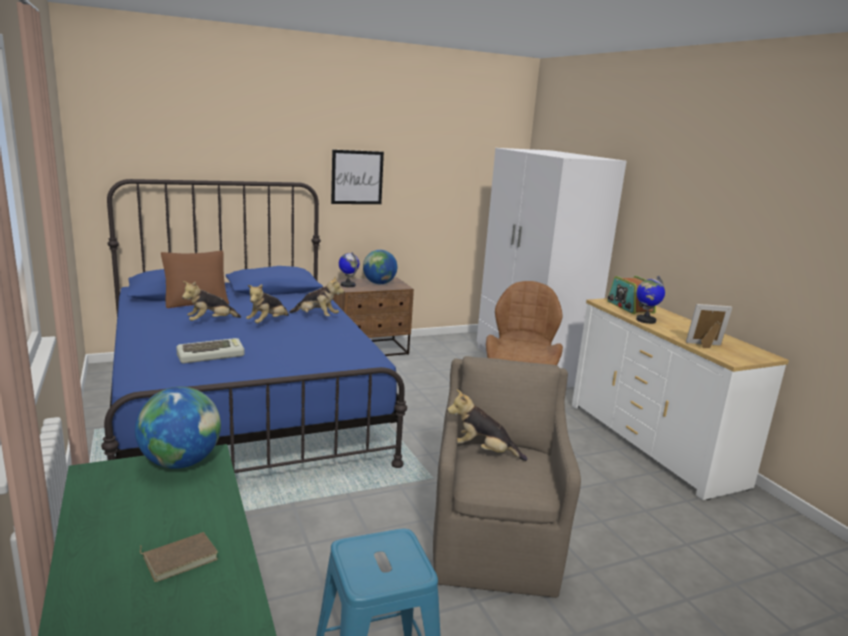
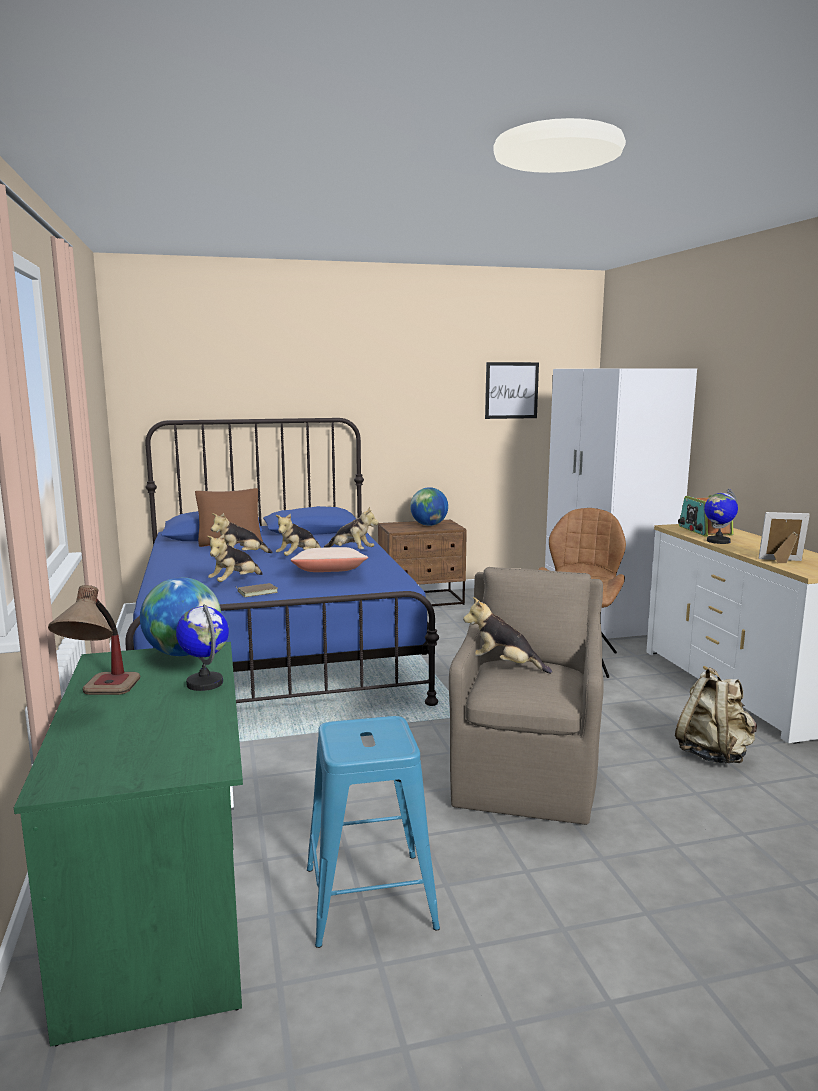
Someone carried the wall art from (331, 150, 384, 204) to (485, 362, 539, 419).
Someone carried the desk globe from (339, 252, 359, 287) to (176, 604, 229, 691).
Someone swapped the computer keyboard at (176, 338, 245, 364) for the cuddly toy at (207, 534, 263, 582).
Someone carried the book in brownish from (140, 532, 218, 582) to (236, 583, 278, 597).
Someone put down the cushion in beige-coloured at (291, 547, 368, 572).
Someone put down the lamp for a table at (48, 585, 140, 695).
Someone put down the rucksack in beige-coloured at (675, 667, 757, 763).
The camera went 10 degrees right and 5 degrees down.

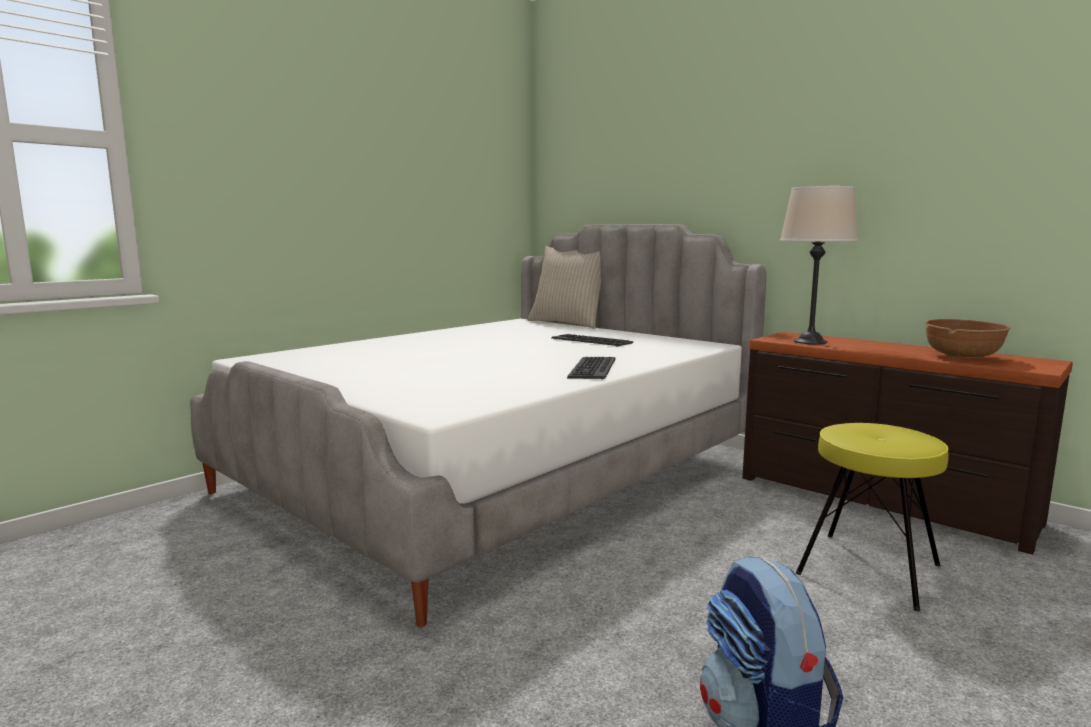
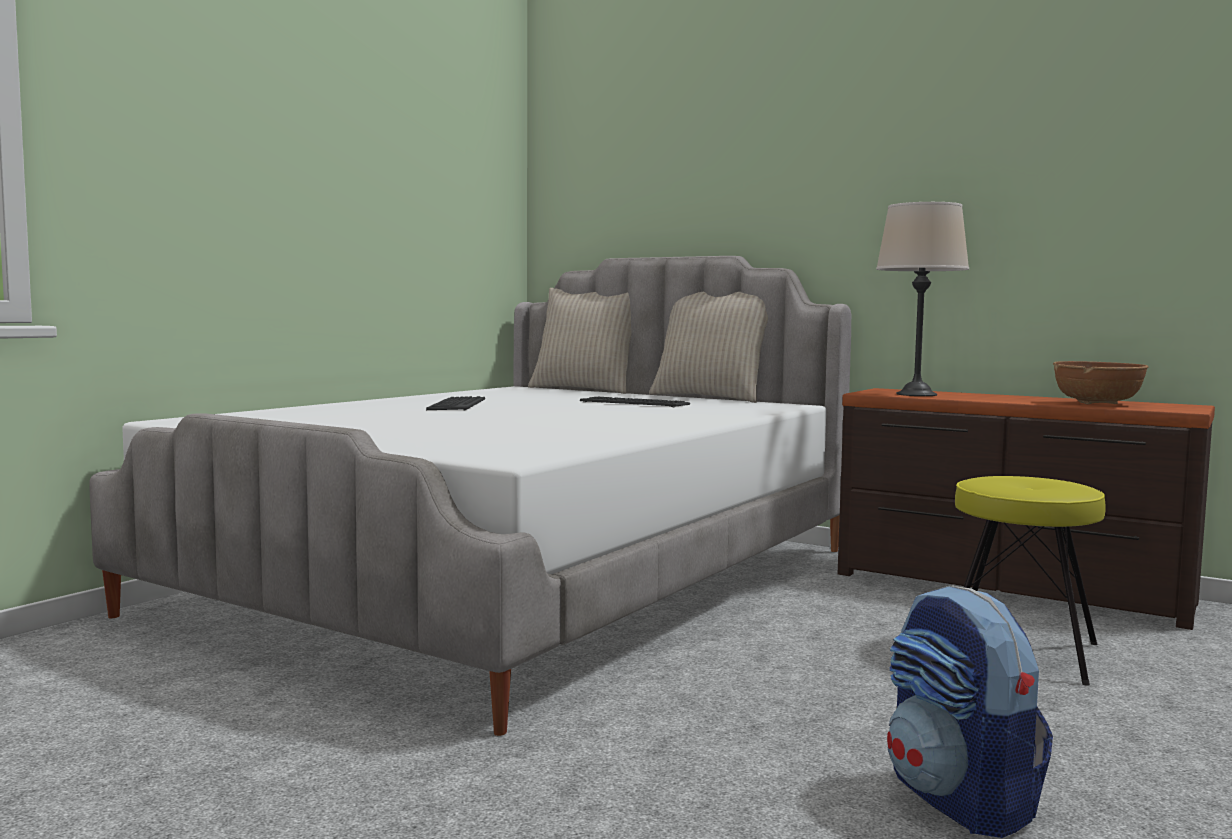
Someone carried the computer keyboard from (567, 357, 616, 379) to (426, 396, 485, 411).
Someone put down the cushion in beige-coloured at (649, 292, 768, 403).
The camera went 10 degrees left and 5 degrees down.

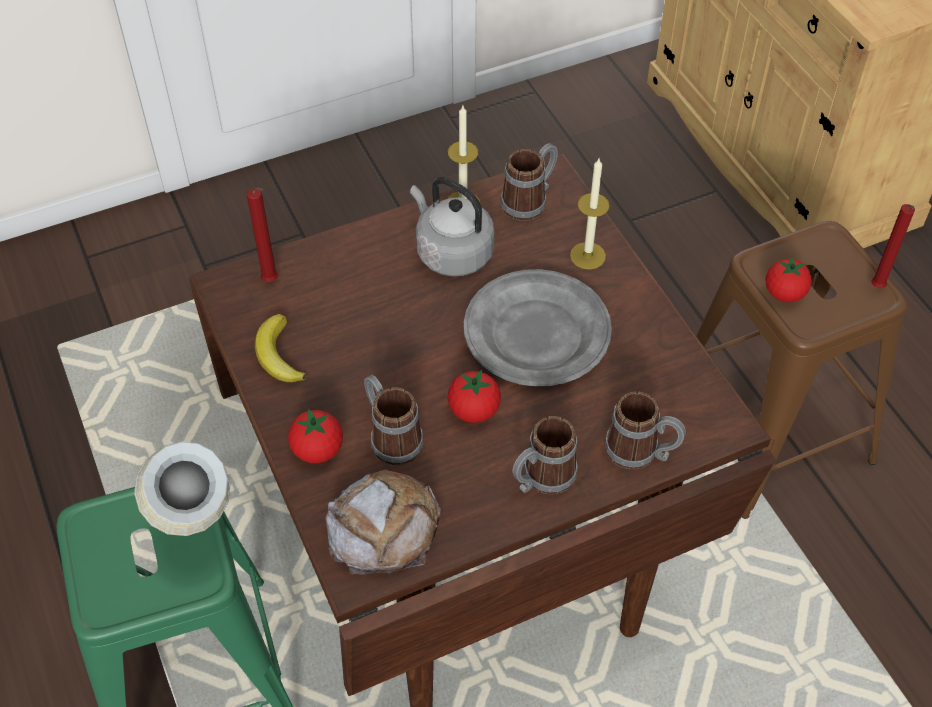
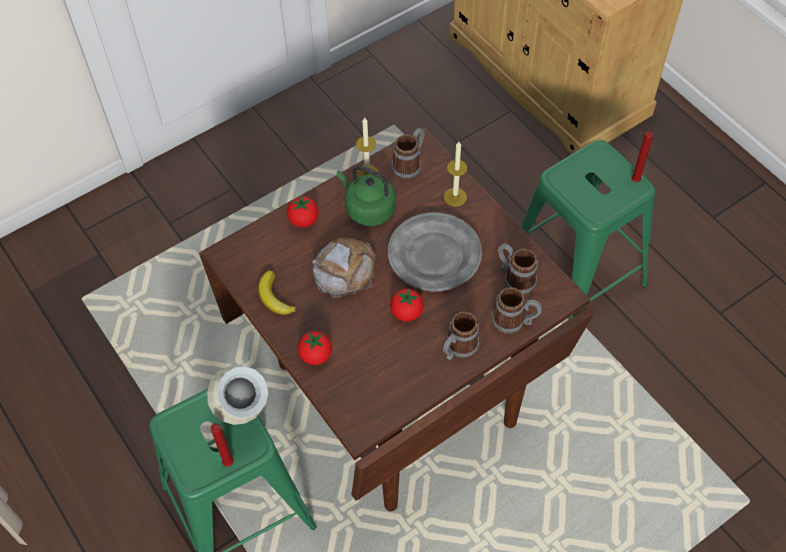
Someone repainted the tea kettle in greyish at (410, 177, 495, 276), which became the tea kettle in greenish at (336, 166, 396, 226).
Someone carried the wax light in red-coloured from (247, 187, 278, 282) to (211, 423, 234, 467).
Someone repainted the stool seat in brownish at (696, 221, 907, 519), which became the stool seat in greenish at (521, 140, 656, 320).
Someone carried the whole tomato from (765, 256, 812, 302) to (287, 195, 318, 227).
Someone carried the tea mug from (364, 375, 423, 465) to (498, 243, 538, 295).
Someone carried the baked bread from (326, 470, 442, 574) to (312, 238, 376, 298).
The camera went 10 degrees left and 5 degrees up.

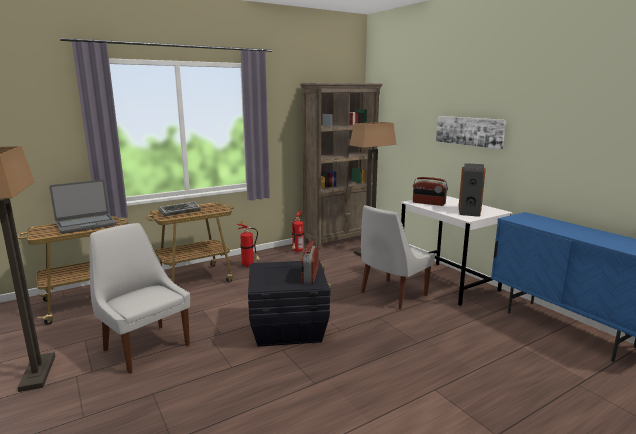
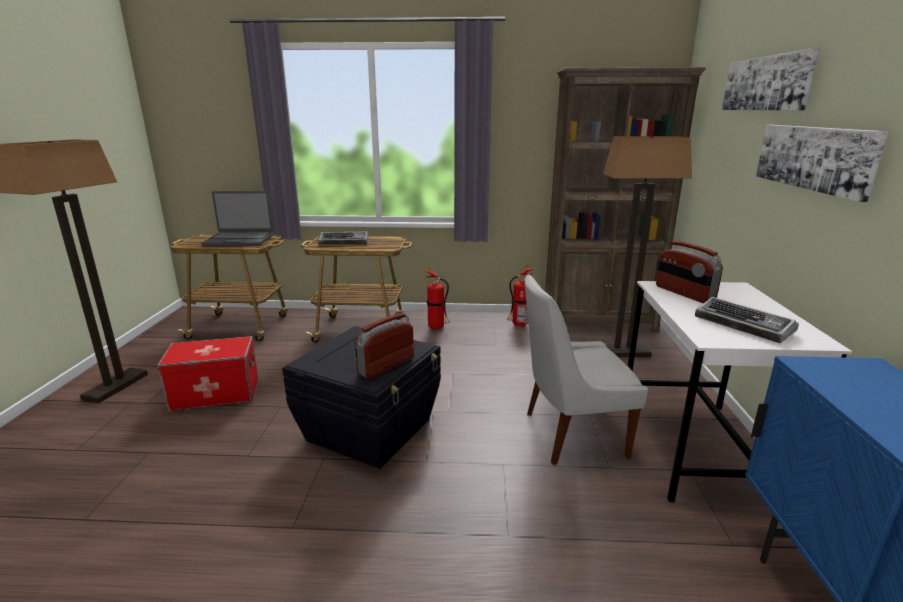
Someone swapped the speaker at (459, 163, 486, 217) for the computer keyboard at (695, 297, 799, 343).
Someone swapped the upright chair in white-coloured at (89, 223, 190, 374) for the storage container at (157, 336, 258, 411).
Someone put up the wall art at (722, 48, 819, 111).
The camera went 35 degrees right and 5 degrees up.

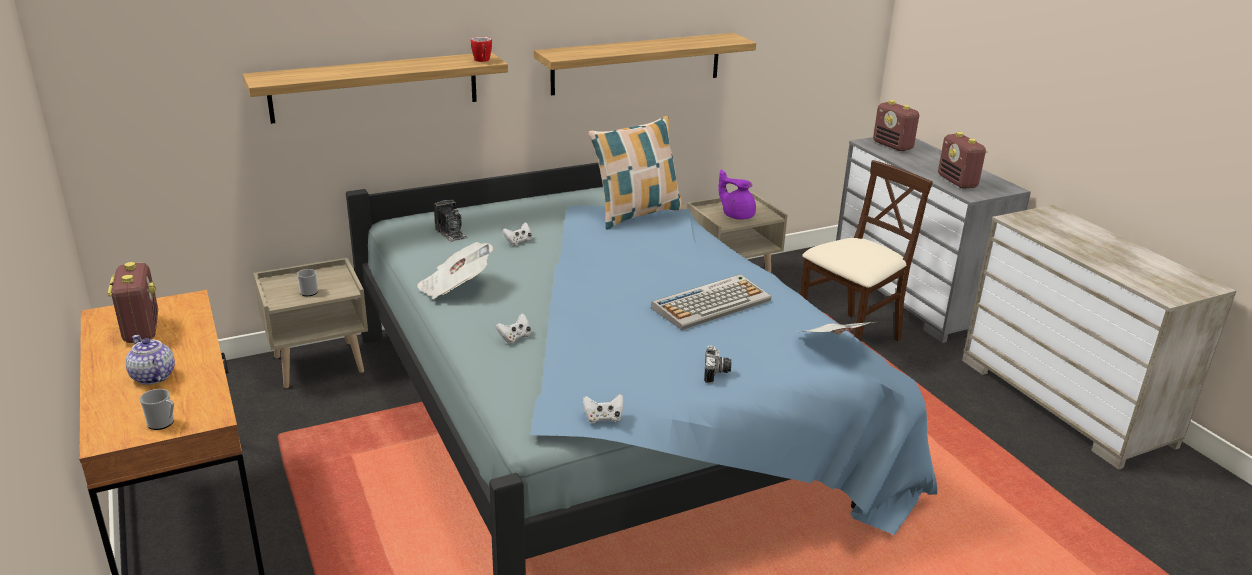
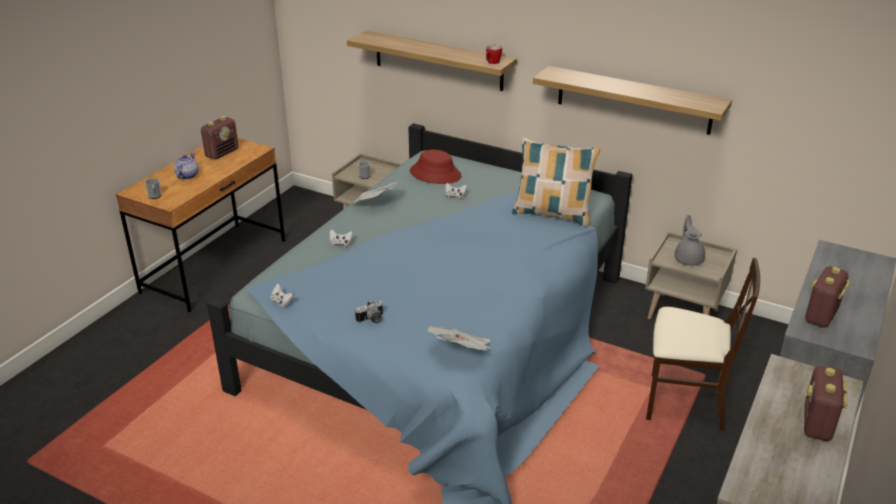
Someone carried the radio from (873, 100, 920, 151) to (804, 366, 848, 441).
Someone repainted the tea pot in purple-coloured at (718, 169, 756, 220), which became the tea pot in greyish at (675, 215, 705, 266).
Someone swapped the photo camera at (434, 200, 468, 242) for the wearable hat in red-coloured at (410, 150, 462, 184).
Someone took away the computer keyboard at (651, 274, 771, 330).
The camera went 55 degrees right and 5 degrees up.

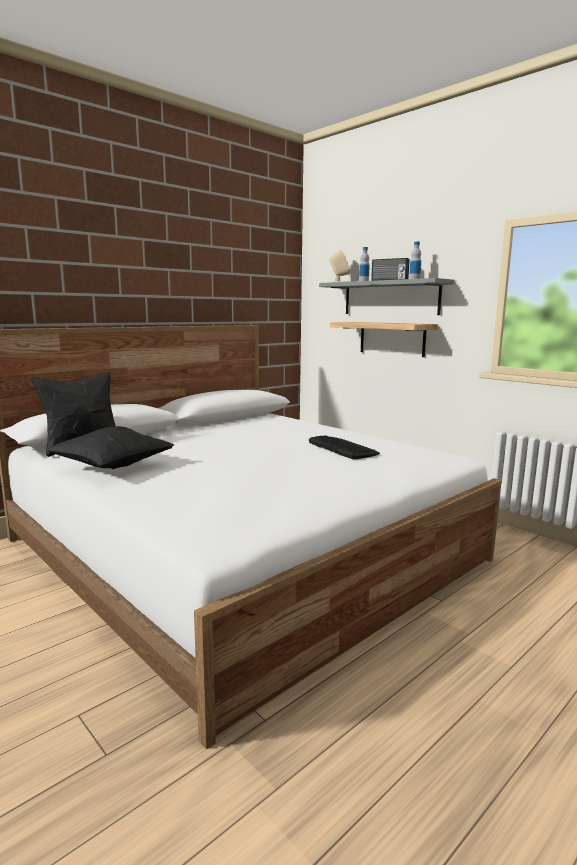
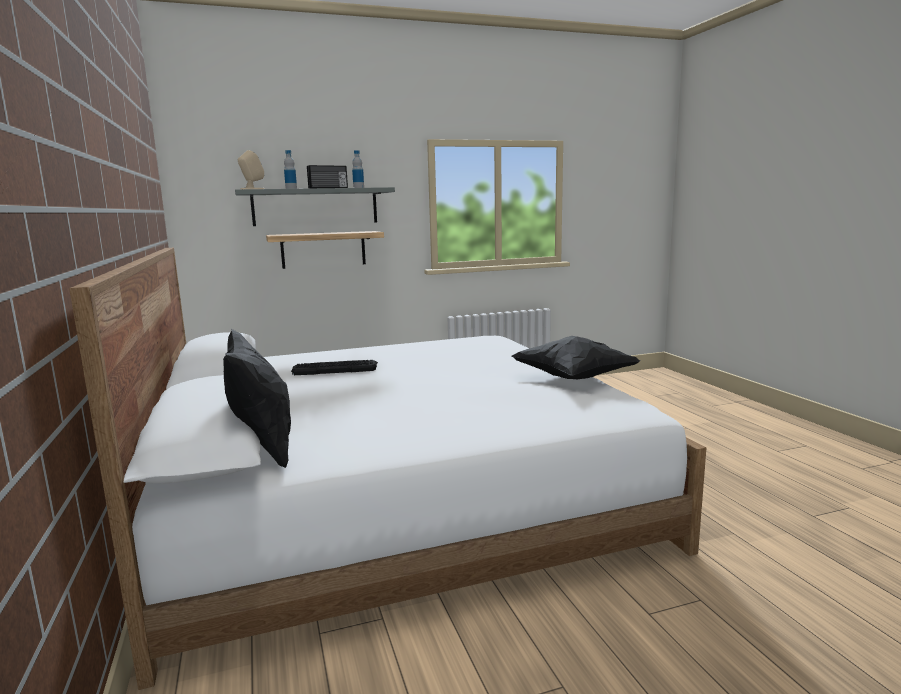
Someone carried the cushion in black from (47, 426, 174, 469) to (512, 336, 640, 379).
Someone carried the computer keyboard from (309, 435, 380, 459) to (291, 360, 378, 375).
The camera went 65 degrees left and 0 degrees up.

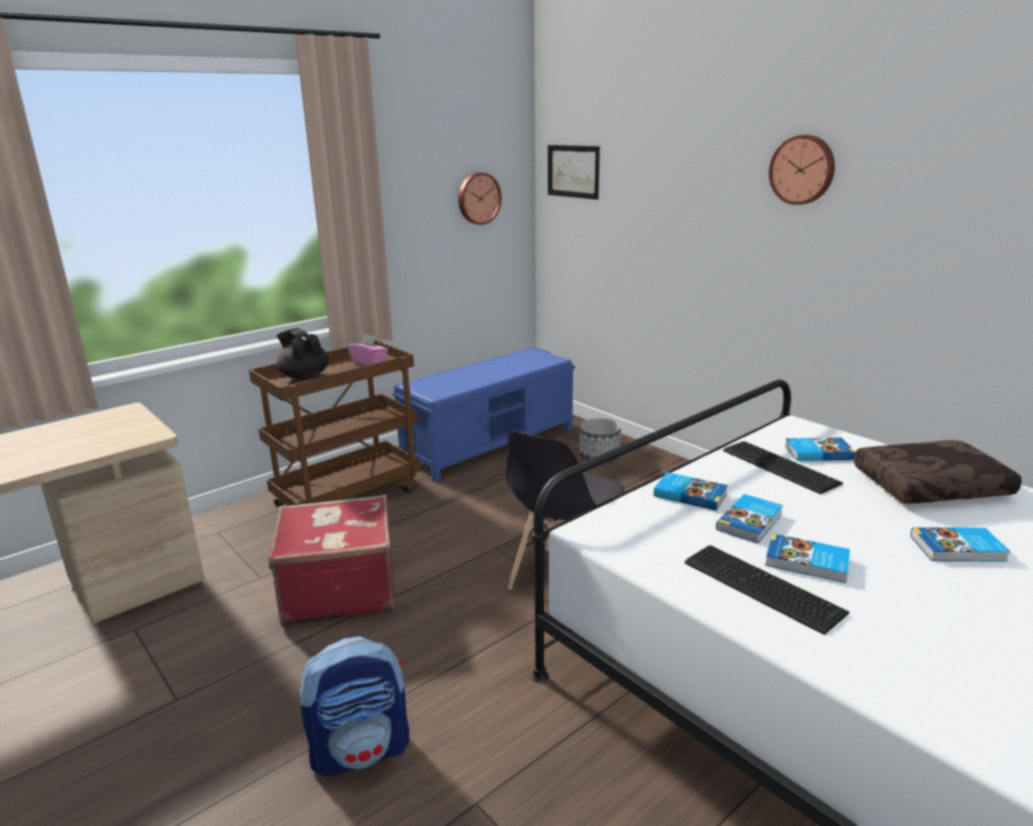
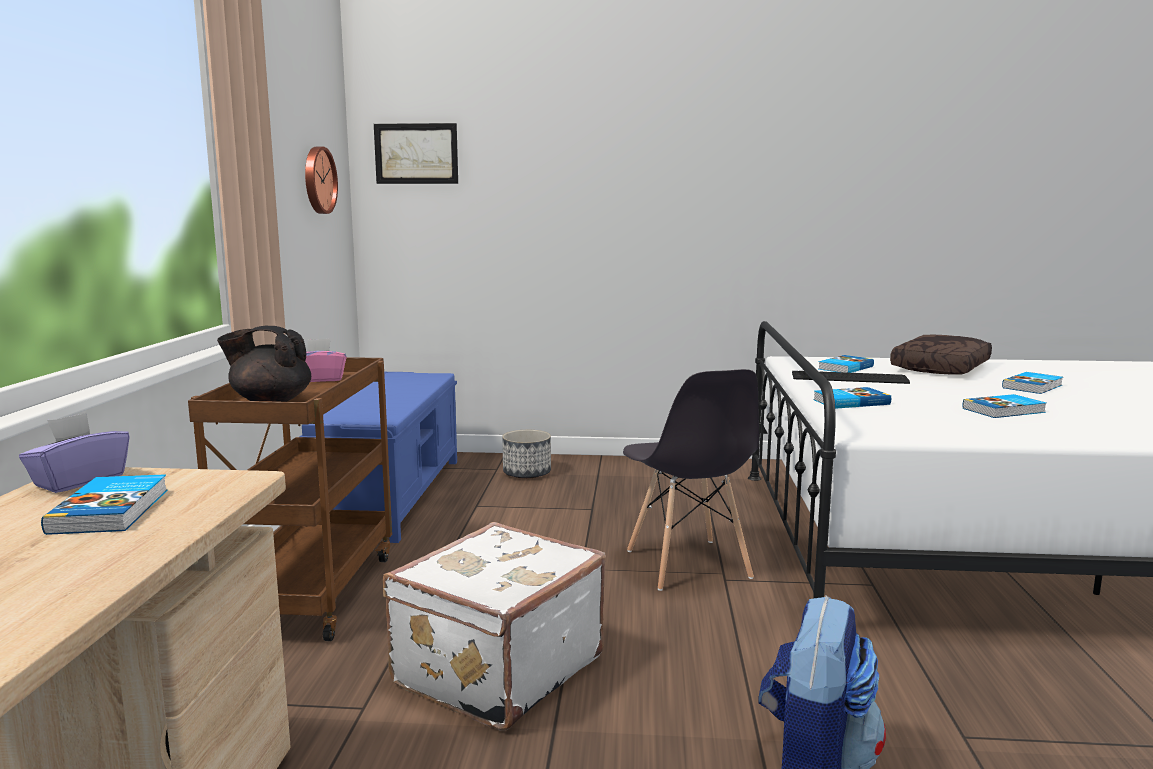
Someone took away the hanging clock at (769, 135, 835, 205).
Someone carried the book from (716, 494, 783, 543) to (41, 474, 167, 535).
Someone repainted the piece of luggage in red-coloured at (269, 495, 395, 626), which became the piece of luggage in white-coloured at (383, 522, 606, 730).
Someone took away the computer keyboard at (685, 545, 849, 635).
Someone put down the tissue box in purple-coloured at (19, 412, 130, 493).
The camera went 45 degrees left and 10 degrees down.

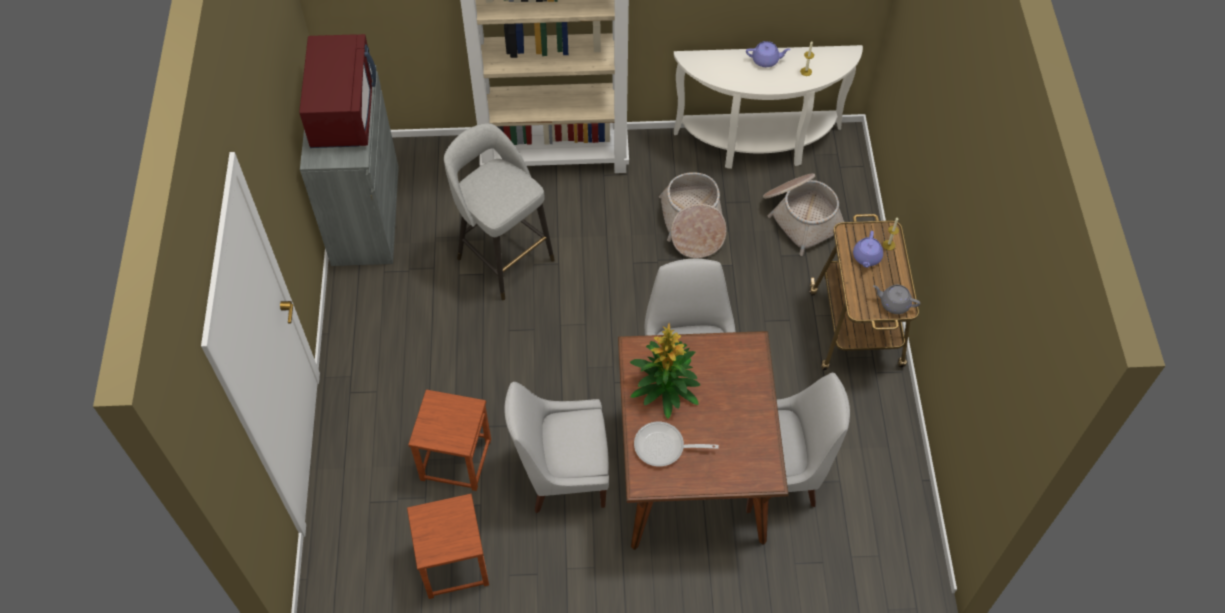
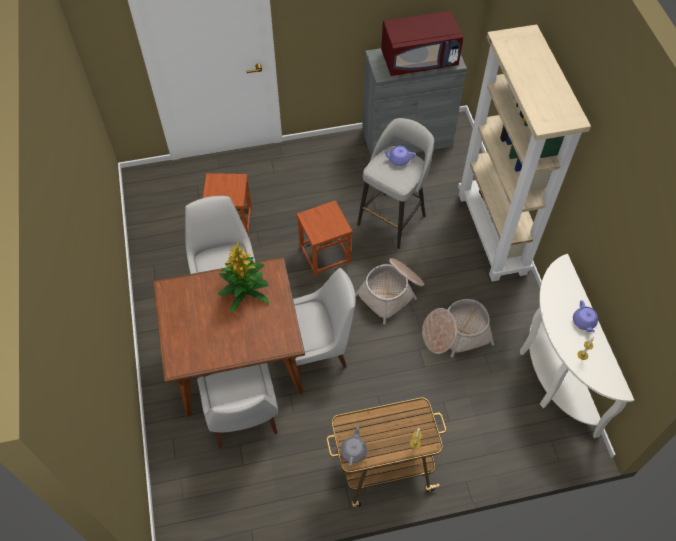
Someone carried the storage basket from (763, 173, 847, 256) to (355, 258, 424, 324).
Someone carried the tea pot in purple-coloured from (853, 231, 883, 268) to (382, 146, 416, 166).
Someone took away the pan at (634, 422, 719, 467).
Someone carried the stool seat in brownish from (407, 494, 489, 599) to (296, 200, 353, 276).
The camera went 80 degrees right and 0 degrees up.

